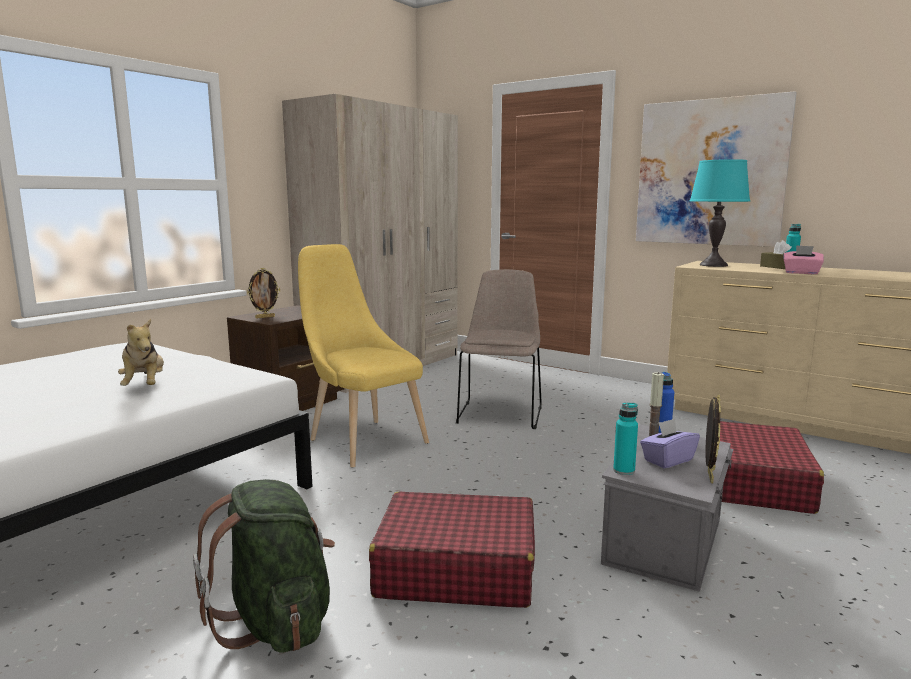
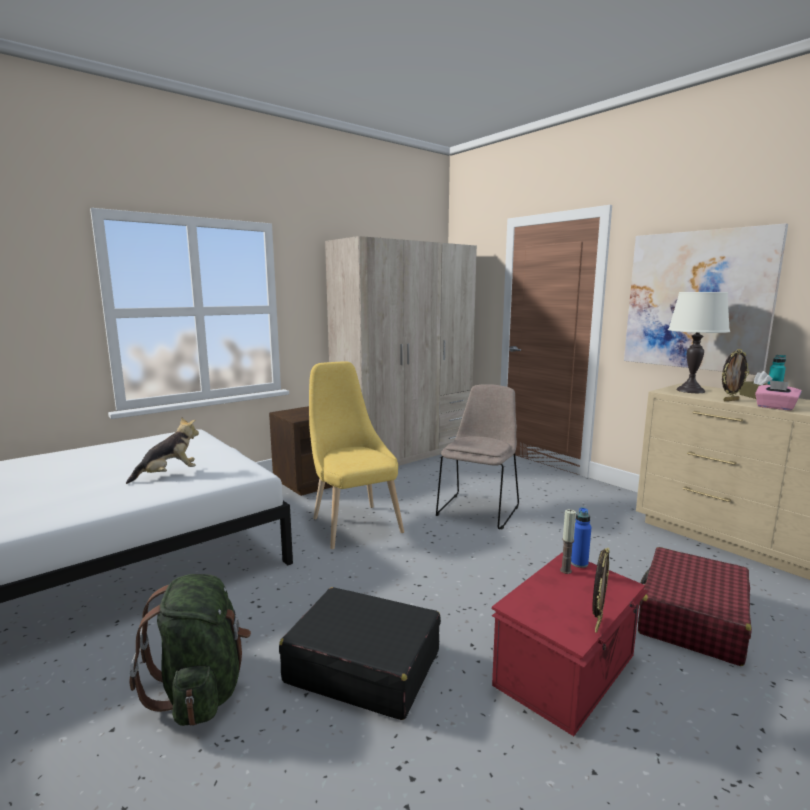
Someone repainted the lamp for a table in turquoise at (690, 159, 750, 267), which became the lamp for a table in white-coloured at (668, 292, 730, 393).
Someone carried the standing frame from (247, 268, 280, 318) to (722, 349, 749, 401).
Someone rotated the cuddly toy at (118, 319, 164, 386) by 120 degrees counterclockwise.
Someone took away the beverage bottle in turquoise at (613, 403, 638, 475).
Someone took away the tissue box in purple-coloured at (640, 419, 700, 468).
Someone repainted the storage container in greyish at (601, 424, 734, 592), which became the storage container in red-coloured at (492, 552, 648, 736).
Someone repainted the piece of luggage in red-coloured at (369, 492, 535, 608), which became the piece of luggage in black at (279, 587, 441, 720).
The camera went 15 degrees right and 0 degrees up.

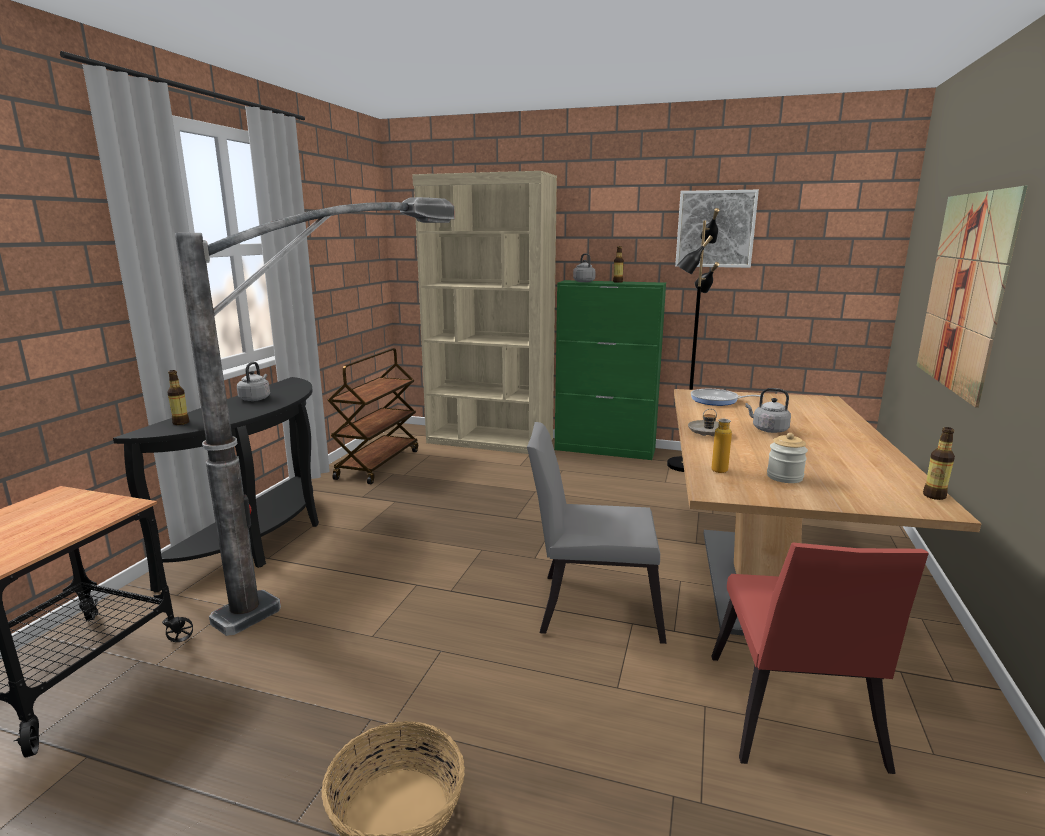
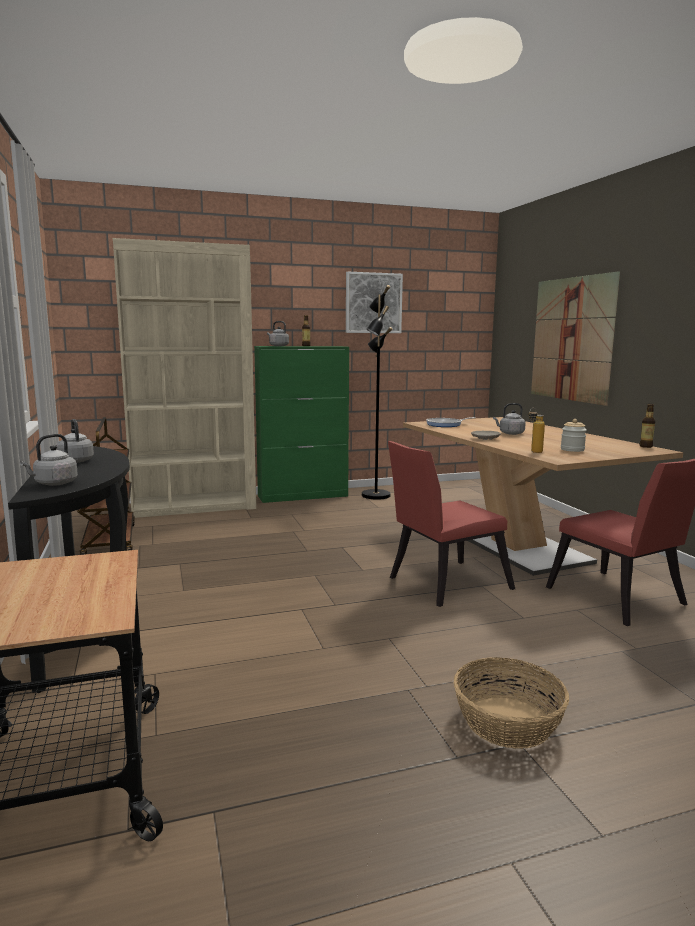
Someone took away the standing lamp at (175, 197, 455, 636).
Someone swapped the beverage bottle at (168, 370, 189, 425) for the tea kettle in greyish at (20, 434, 78, 486).
Someone repainted the upright chair in greyish at (527, 422, 667, 644), which became the upright chair in red-coloured at (388, 441, 515, 607).
The camera went 35 degrees left and 5 degrees down.

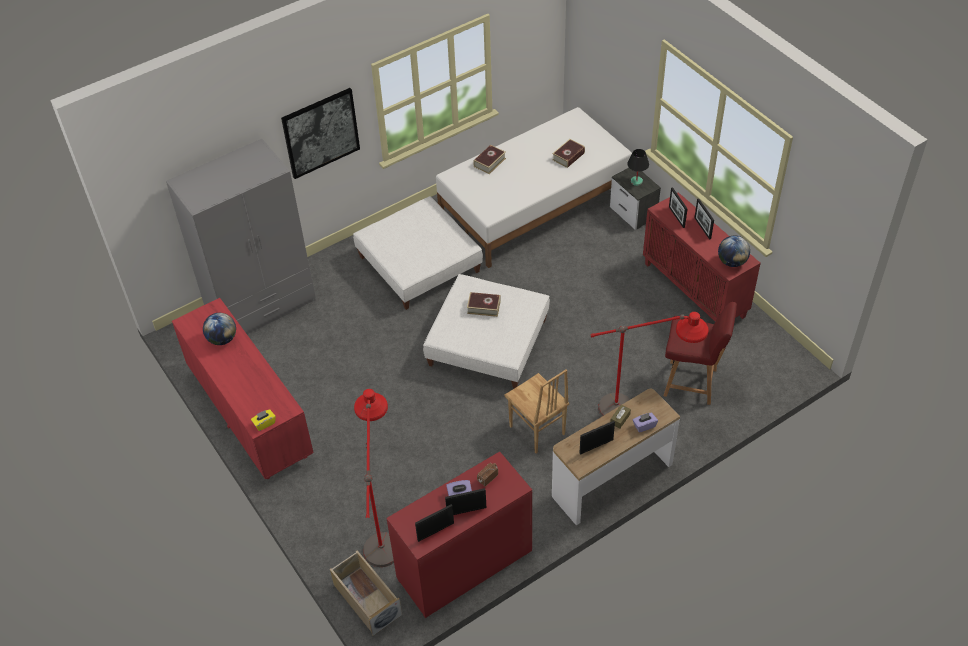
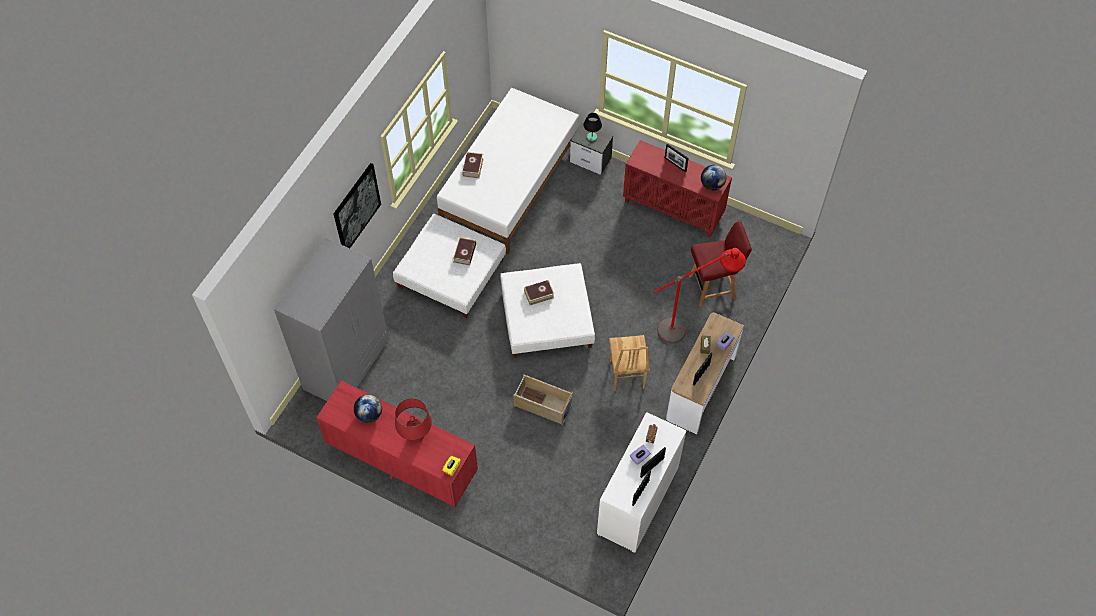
Someone carried the book from (552, 139, 585, 168) to (453, 237, 476, 265).
Someone took away the standing frame at (669, 187, 688, 228).
Someone rotated the upright chair in brownish at (505, 369, 569, 454) by 60 degrees clockwise.
Someone took away the standing lamp in red-coloured at (354, 389, 394, 567).
Someone repainted the chest of drawers in red-coloured at (387, 452, 532, 618), which became the chest of drawers in white-coloured at (597, 412, 687, 553).
Someone carried the storage container in beige-coloured from (330, 550, 402, 636) to (513, 375, 573, 425).
Someone put down the lamp for a table in red-coloured at (395, 398, 432, 444).
The camera went 30 degrees left and 10 degrees up.

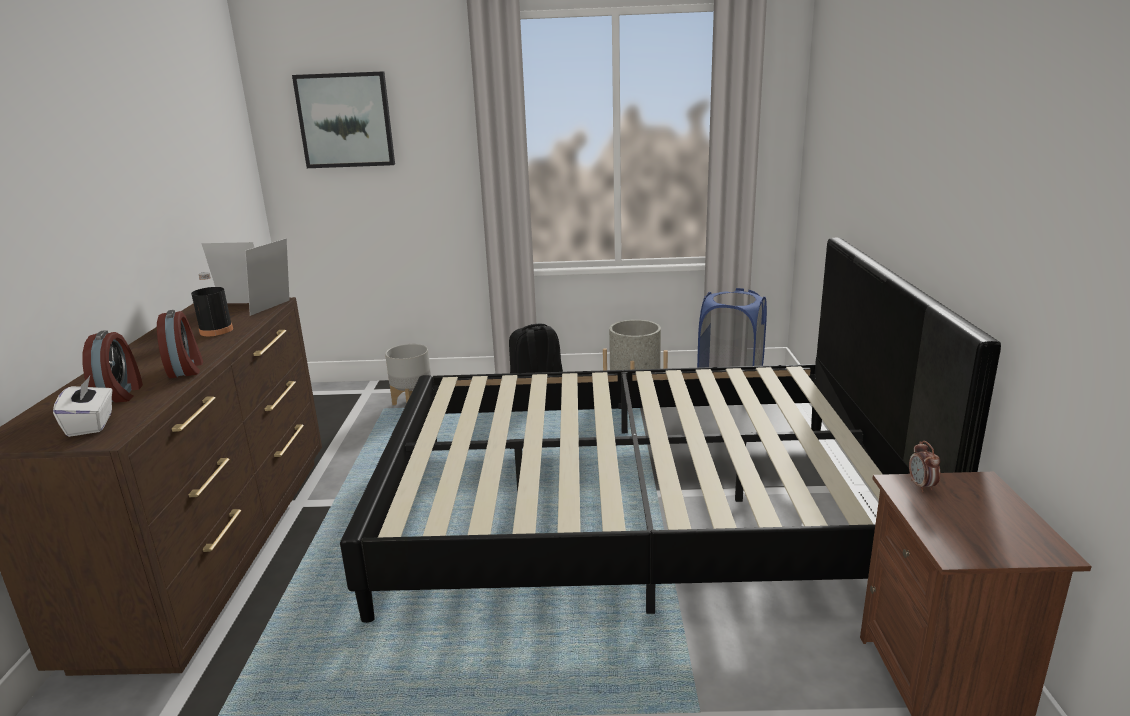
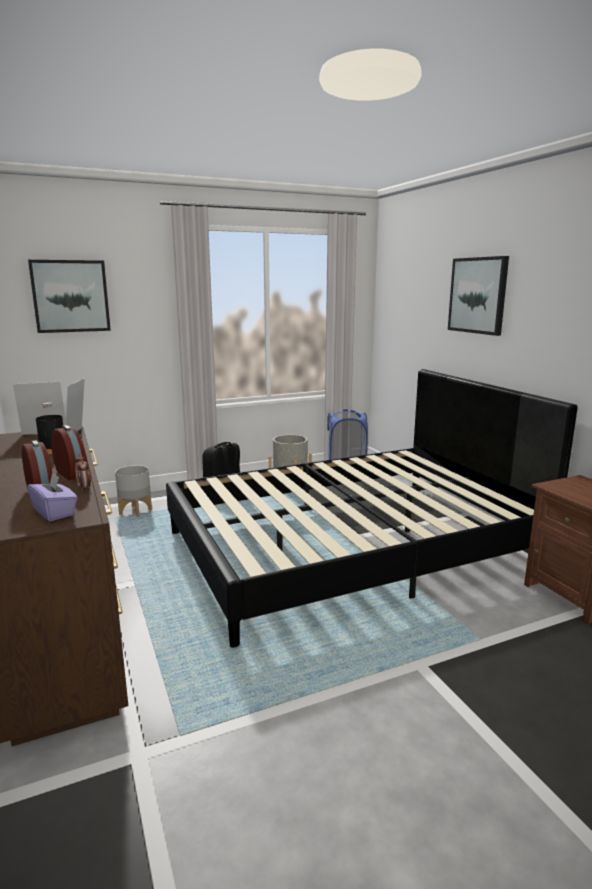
Someone repainted the tissue box in white-coloured at (53, 376, 112, 437), which became the tissue box in purple-coloured at (27, 472, 77, 521).
Someone carried the bedside clock from (909, 441, 940, 492) to (75, 454, 91, 491).
Someone put up the wall art at (448, 256, 509, 336).
The camera went 25 degrees left and 5 degrees down.

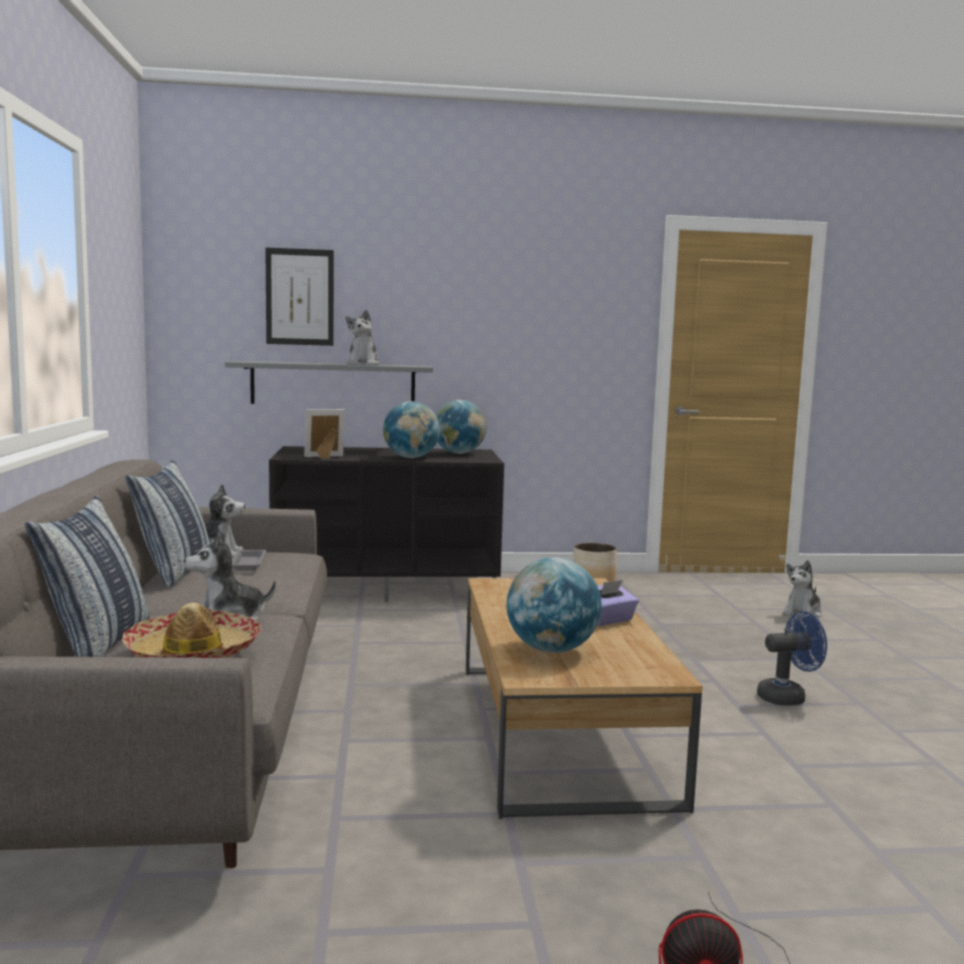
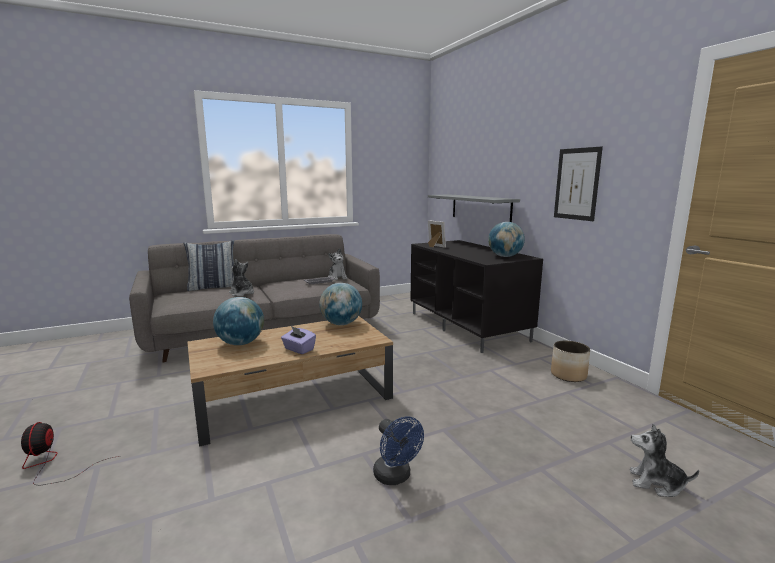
Someone carried the wall art from (265, 248, 334, 346) to (554, 146, 603, 221).
Someone took away the cuddly toy at (346, 310, 380, 365).
Someone carried the desk globe from (383, 401, 440, 458) to (319, 283, 362, 325).
Someone took away the cushion at (125, 460, 210, 587).
Someone took away the wearable hat at (122, 603, 261, 658).
The camera went 70 degrees right and 5 degrees up.

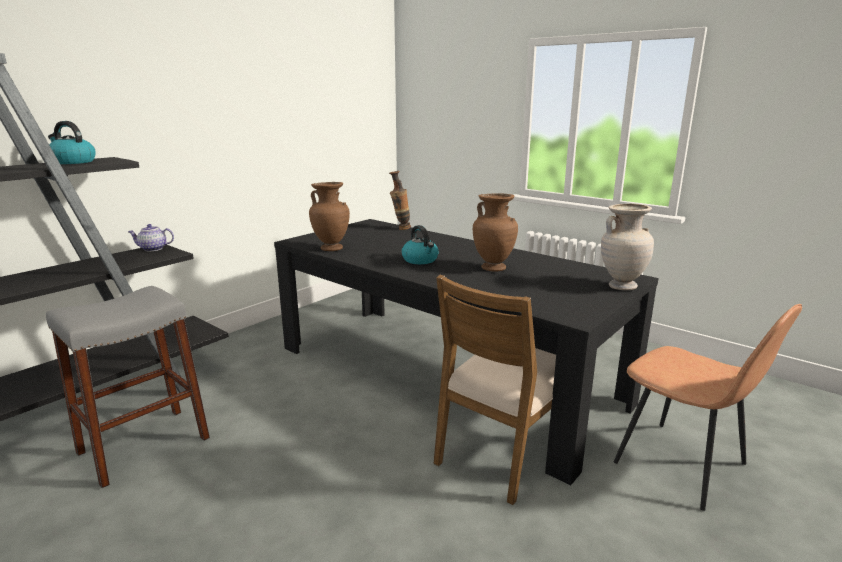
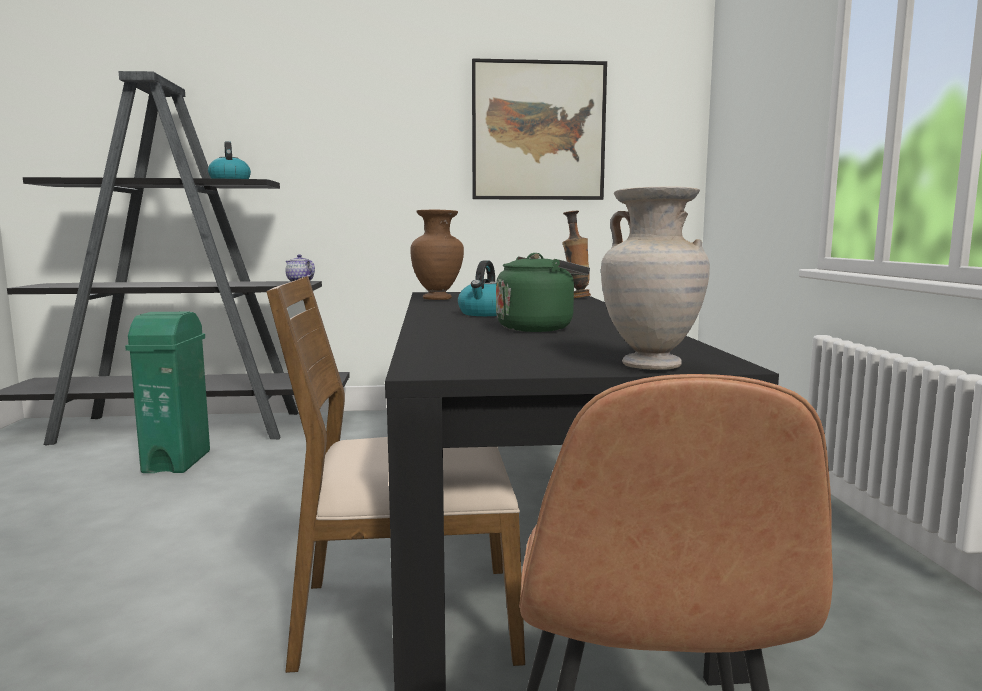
Someone swapped the vase in brownish at (473, 193, 518, 272) for the tea kettle in greenish at (496, 253, 590, 332).
Someone swapped the stool seat in greyish at (46, 286, 210, 488) for the rubbish bin in greenish at (125, 312, 210, 473).
Someone put up the wall art at (472, 58, 607, 200).
The camera went 45 degrees right and 10 degrees down.

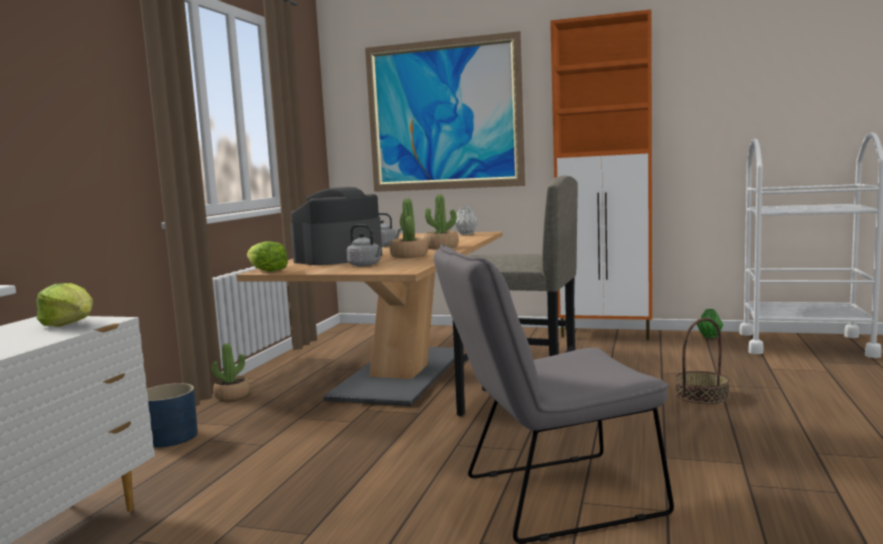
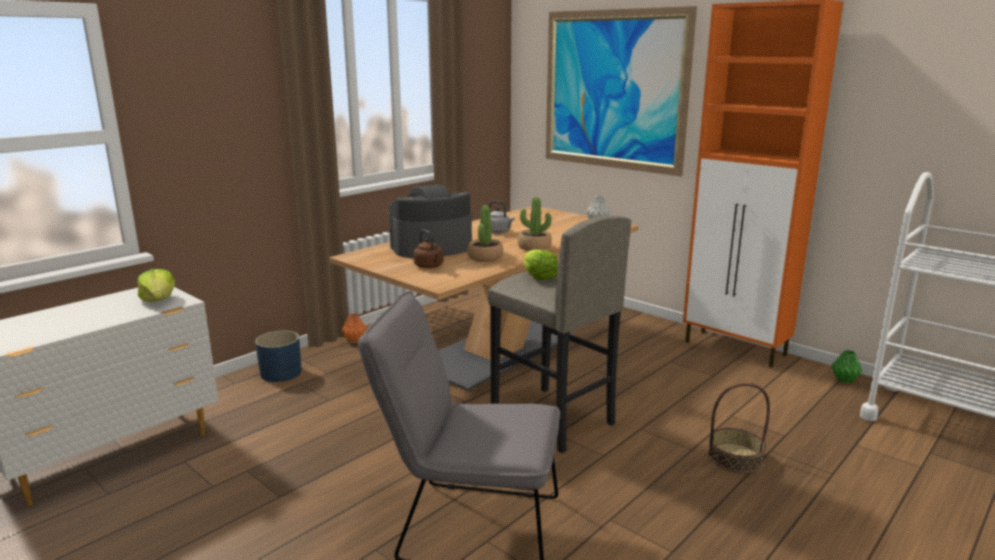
Someone repainted the tea kettle in greyish at (347, 224, 384, 267), which became the tea kettle in brownish at (413, 230, 444, 268).
Someone carried the head of lettuce from (247, 241, 288, 271) to (523, 250, 558, 280).
Someone swapped the houseplant at (212, 343, 250, 400) for the vase in orange-coloured at (342, 314, 367, 343).
The camera went 25 degrees right and 10 degrees up.

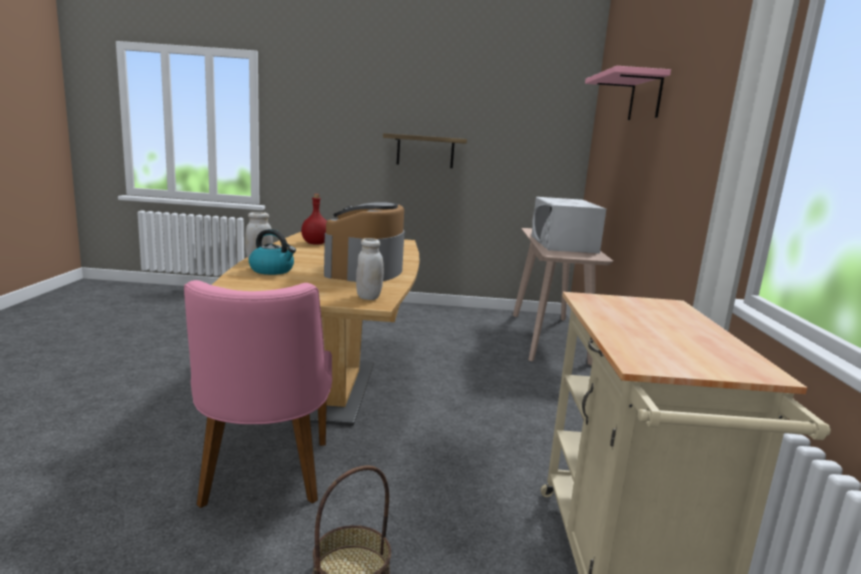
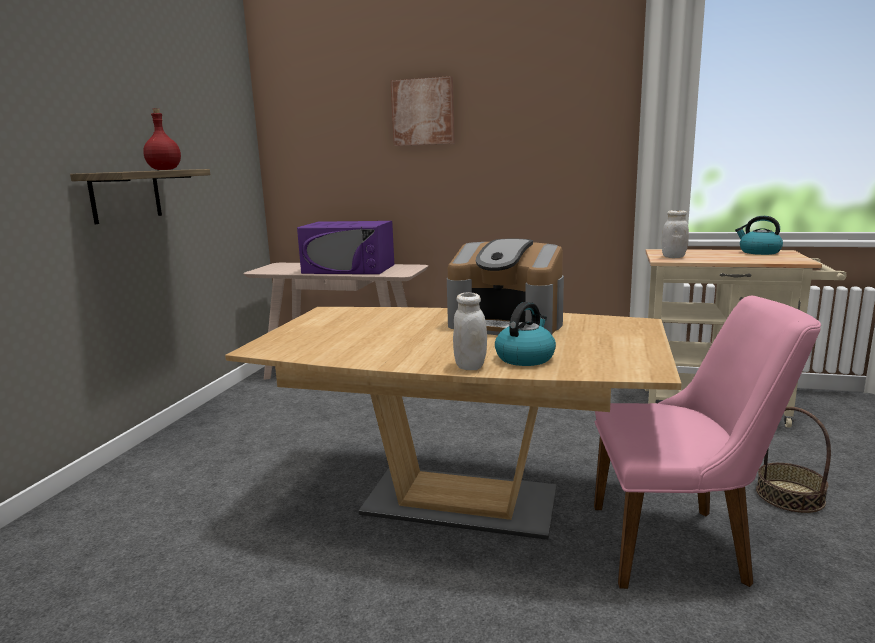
Someone swapped the bracket shelf in pink at (585, 66, 671, 120) for the wall art at (391, 76, 454, 146).
Someone carried the beverage bottle in red-coloured from (301, 194, 327, 245) to (143, 108, 181, 170).
Someone repainted the kitchen microwave in white-coloured at (531, 197, 606, 253), which became the kitchen microwave in purple-coloured at (297, 221, 394, 274).
Someone carried the preserve jar in white-coloured from (356, 238, 384, 300) to (662, 210, 689, 258).
Someone put down the tea kettle at (735, 216, 783, 255).
The camera went 75 degrees left and 0 degrees up.

